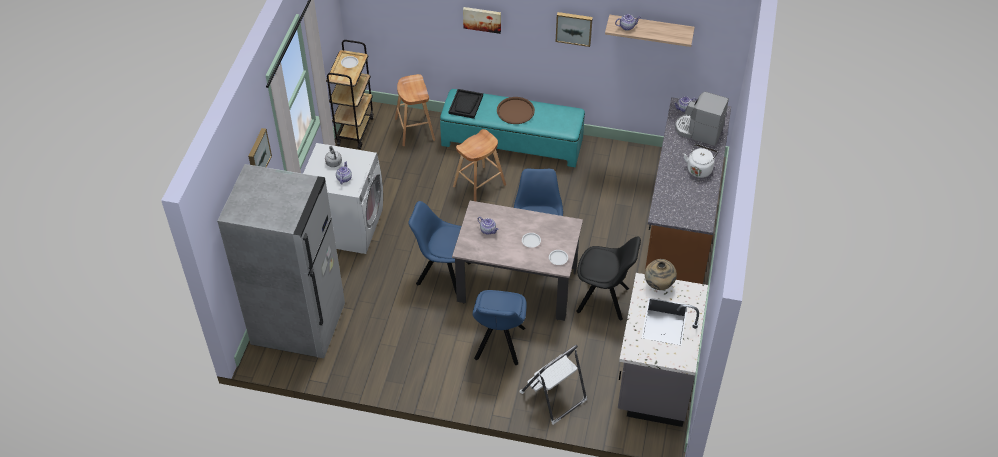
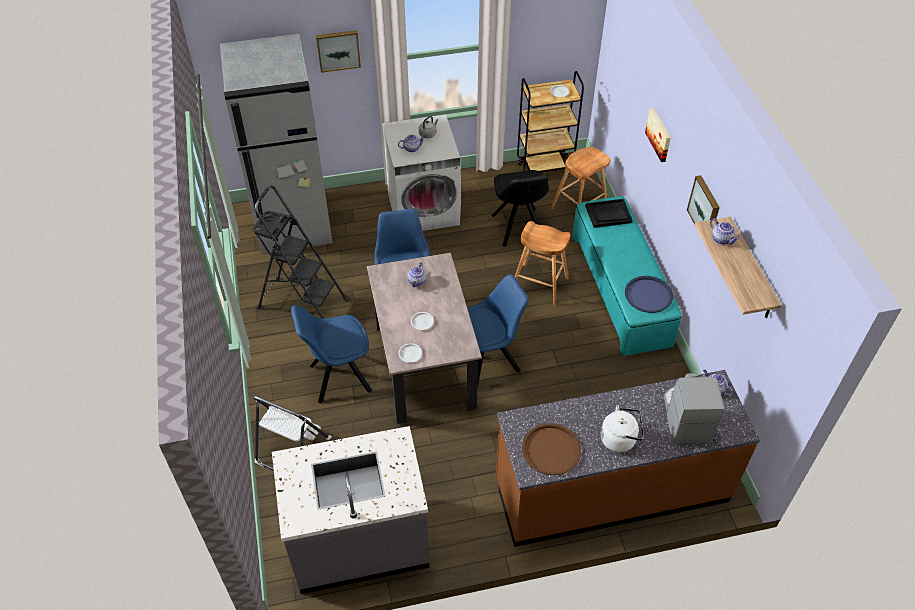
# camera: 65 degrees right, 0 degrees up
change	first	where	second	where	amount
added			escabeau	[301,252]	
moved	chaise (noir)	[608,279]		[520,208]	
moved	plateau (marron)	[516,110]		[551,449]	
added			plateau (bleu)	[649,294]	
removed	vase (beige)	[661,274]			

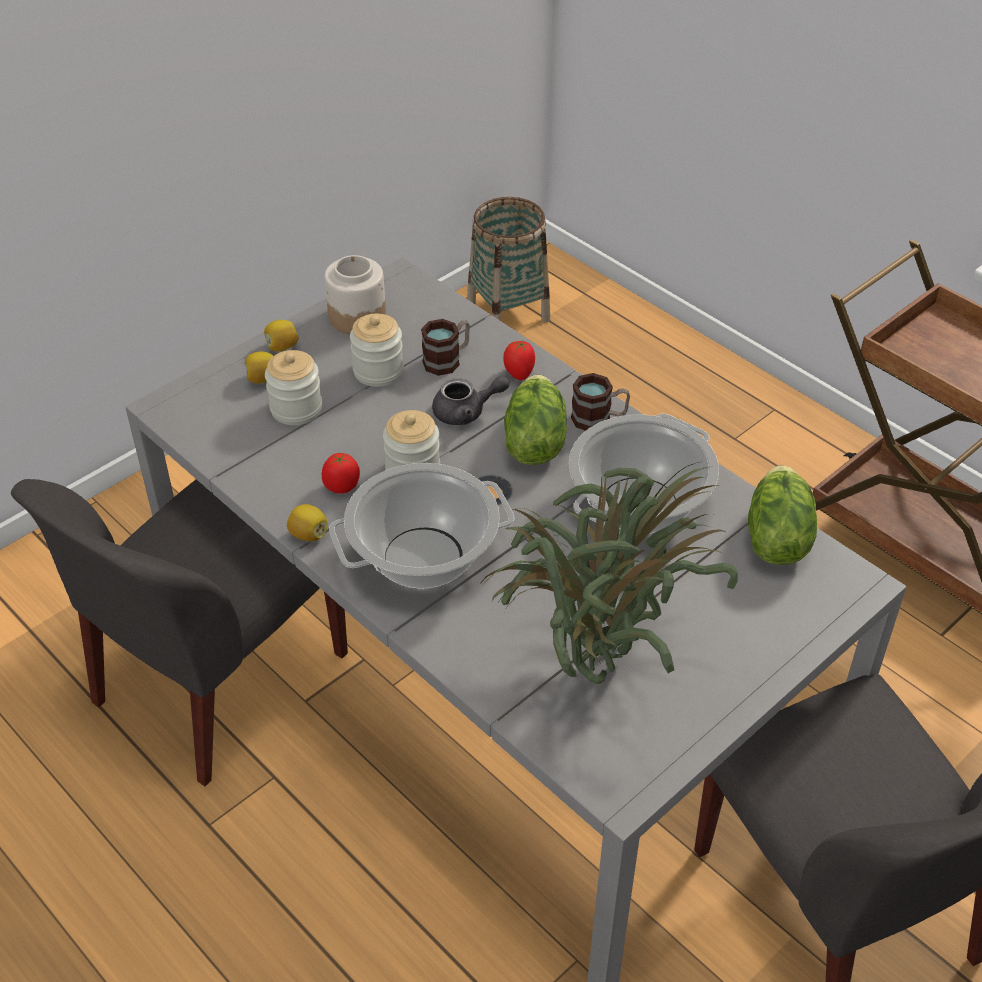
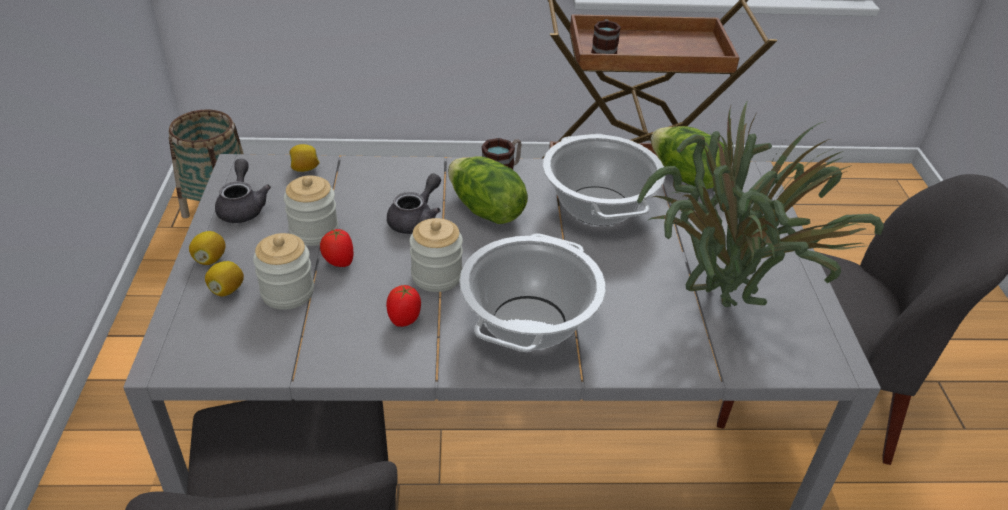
# camera: 50 degrees left, 5 degrees down
change	first	where	second	where	amount
replaced	bocal	[355,295]	théière (gris)	[243,191]	
moved	citron	[307,523]		[304,158]	
moved	tomate	[519,360]		[337,248]	
moved	mug	[445,347]		[606,36]	

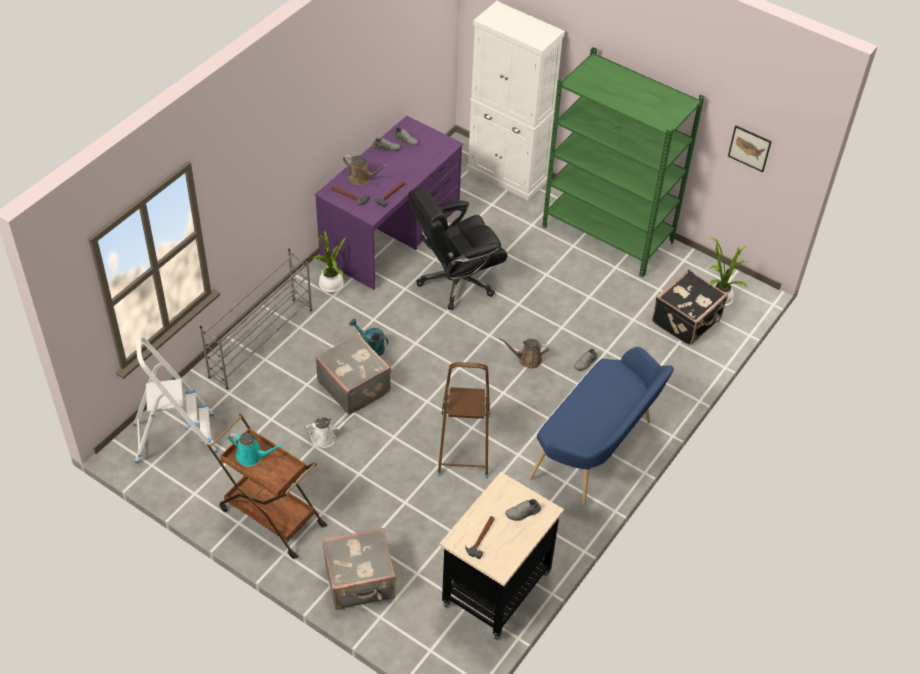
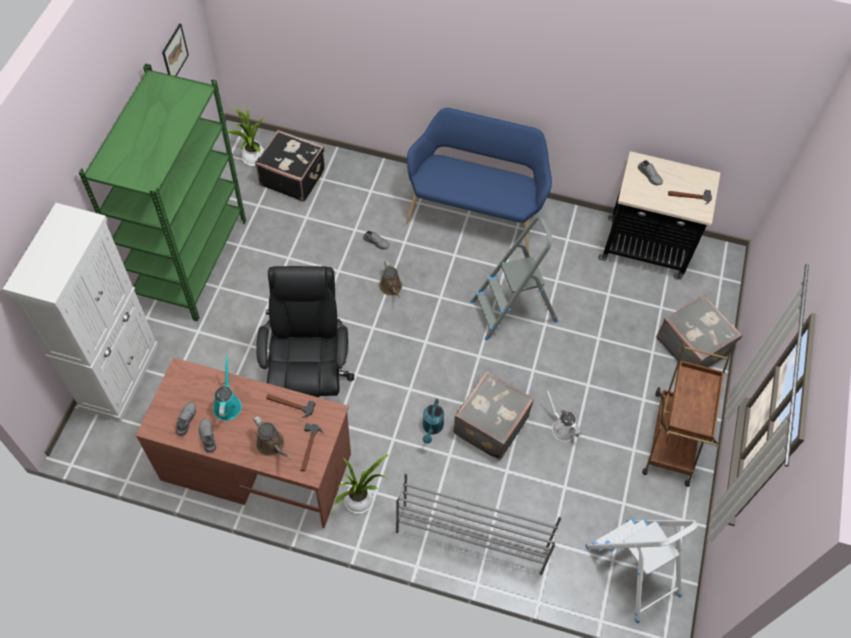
# camera: 110 degrees left, 10 degrees up
change	first	where	second	where	amount
recoloured	bureau (violet)	[389,203]	bureau (marron)	[243,443]	
moved	arrosoir (turquoise)	[255,449]		[227,388]	
turned	arrosoir (marron)	[365,170]		[272,438]	135 degrees clockwise
turned	chaise de bureau (noir)	[458,249]		[305,331]	135 degrees counterclockwise
recoloured	escabeau (marron)	[464,420]	escabeau (gris)	[514,278]	

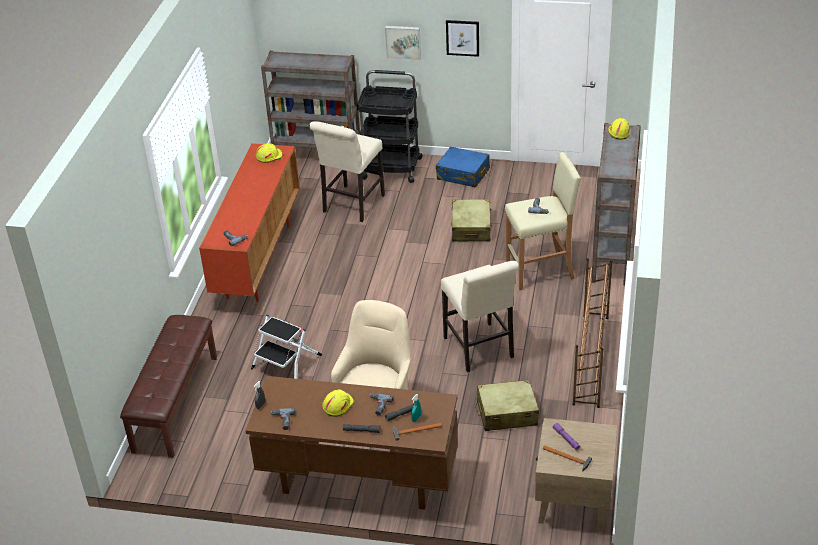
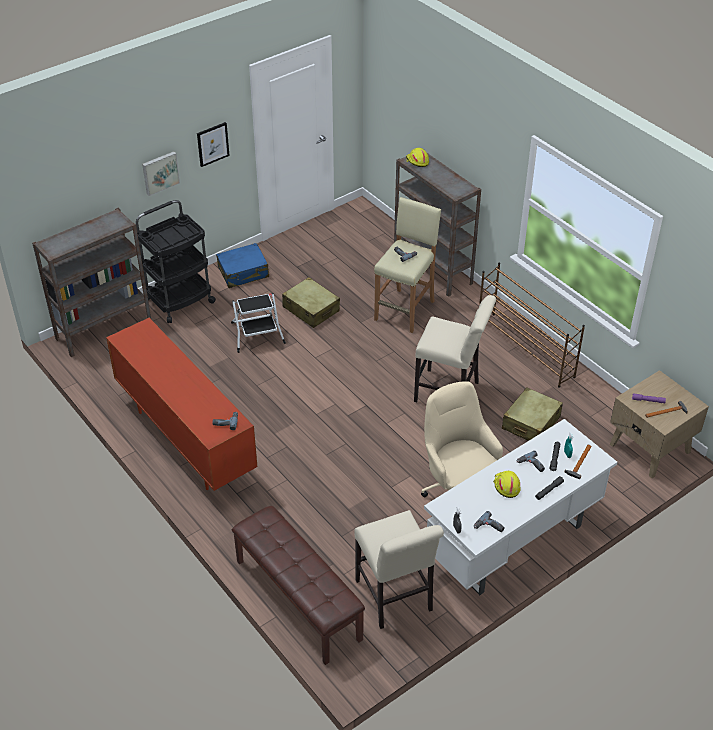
# camera: 50 degrees left, 5 degrees up
change	first	where	second	where	amount
moved	escabeau	[287,347]		[258,323]	
moved	tabouret (beige)	[347,171]		[399,569]	
recoloured	bureau (marron)	[351,443]	bureau (blanc)	[520,507]	
removed	casque de chantier (jaune)	[269,153]			

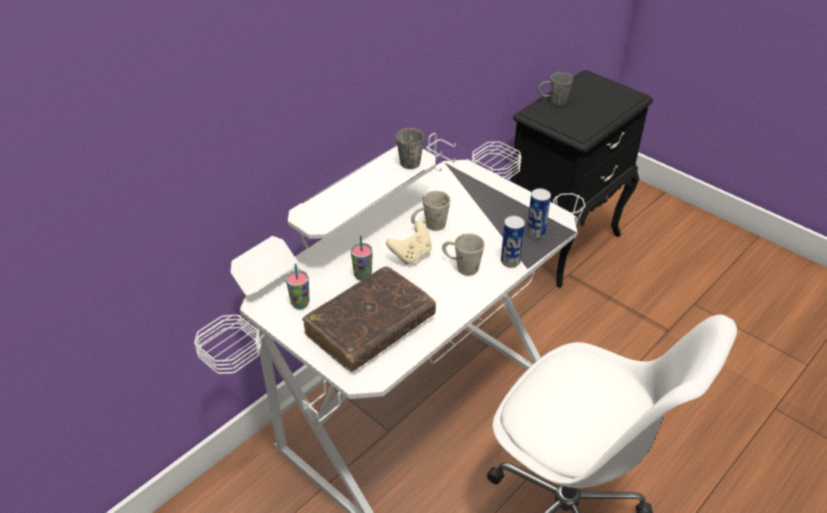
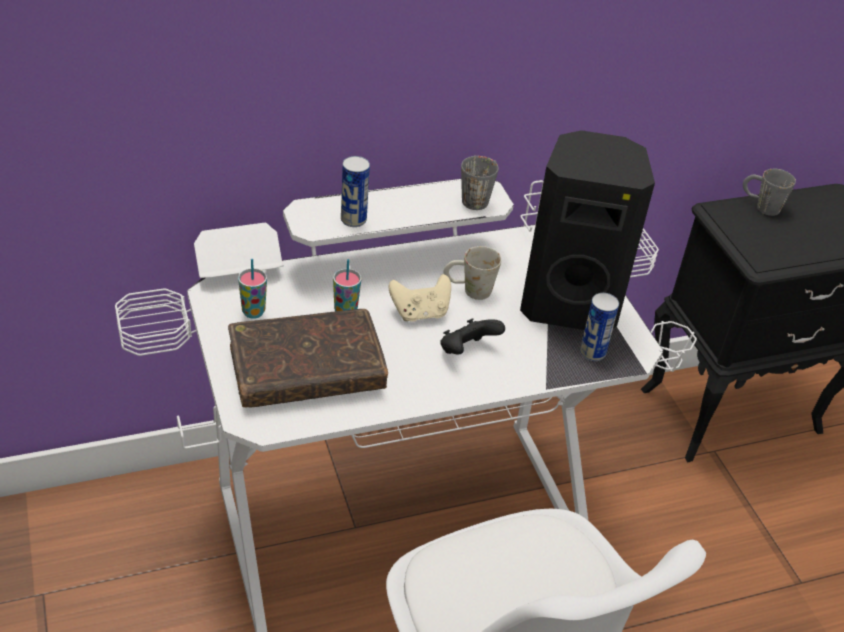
# camera: 25 degrees right, 0 degrees up
change	first	where	second	where	amount
moved	boîte métallique	[513,241]		[355,191]	
replaced	mug (blanc)	[463,254]	manette (noir)	[472,336]	
added			enceinte (noir)	[587,230]	

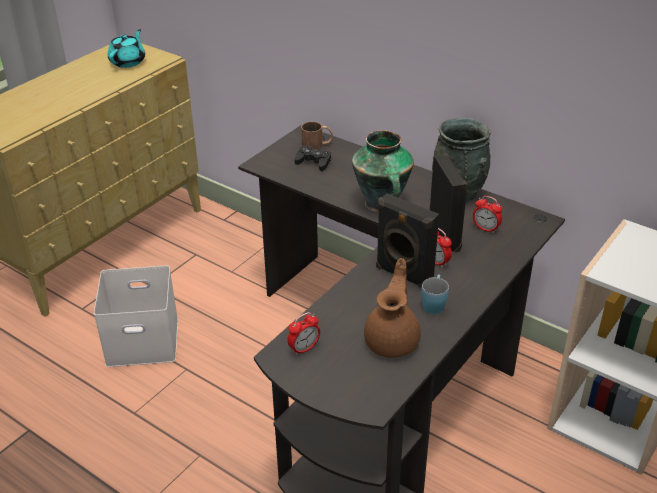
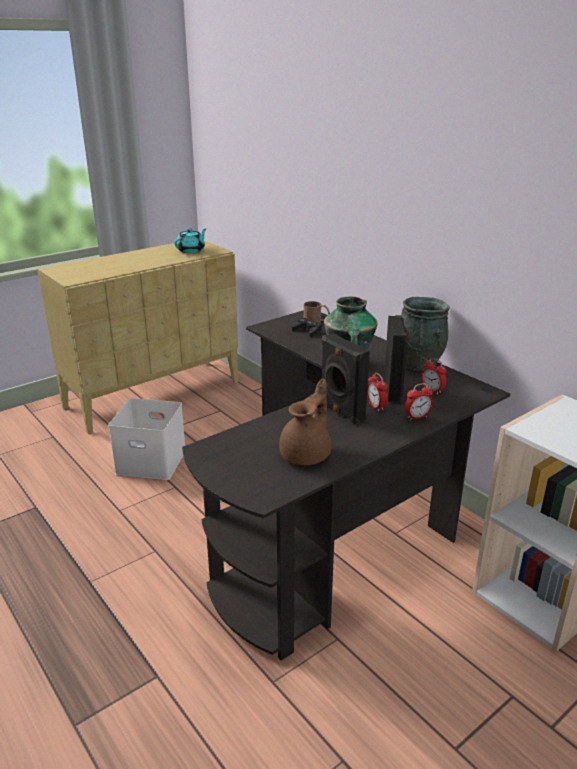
# camera: 15 degrees right, 10 degrees down
change	first	where	second	where	amount
moved	réveil	[303,334]		[419,402]	
removed	mug (bleu)	[435,294]			

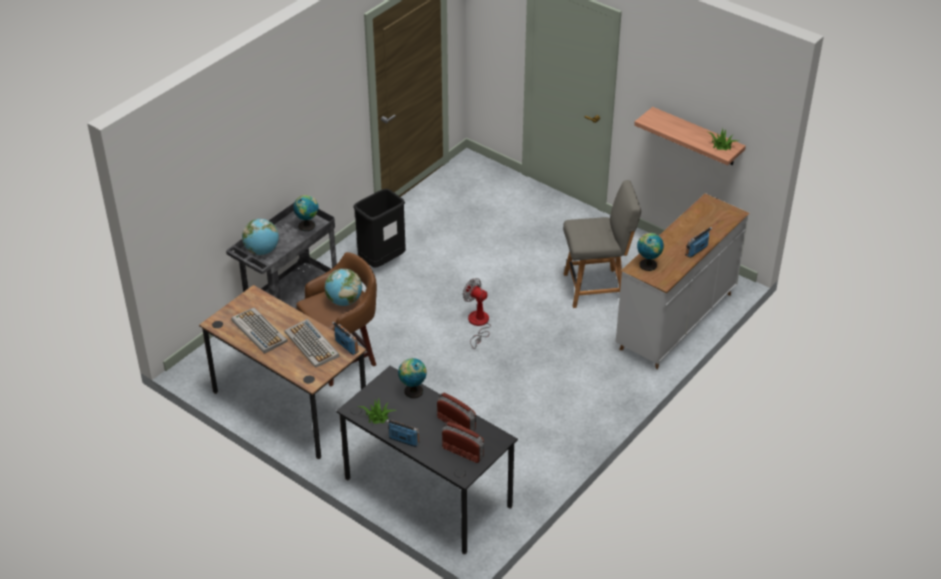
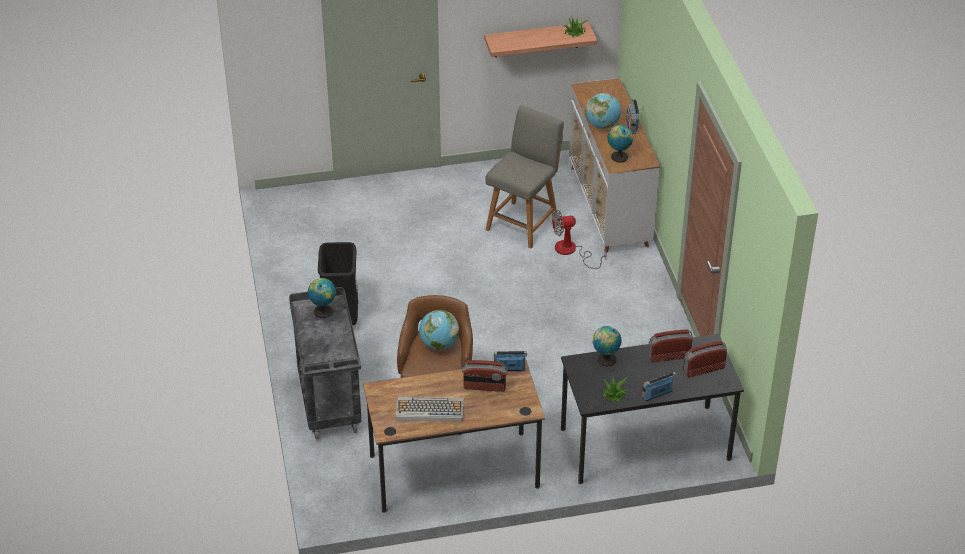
# camera: 50 degrees left, 0 degrees up
change	first	where	second	where	amount
replaced	clavier	[312,343]	radio	[485,376]	
moved	ventilateur	[477,313]		[579,239]	
moved	globe	[260,237]		[603,111]	

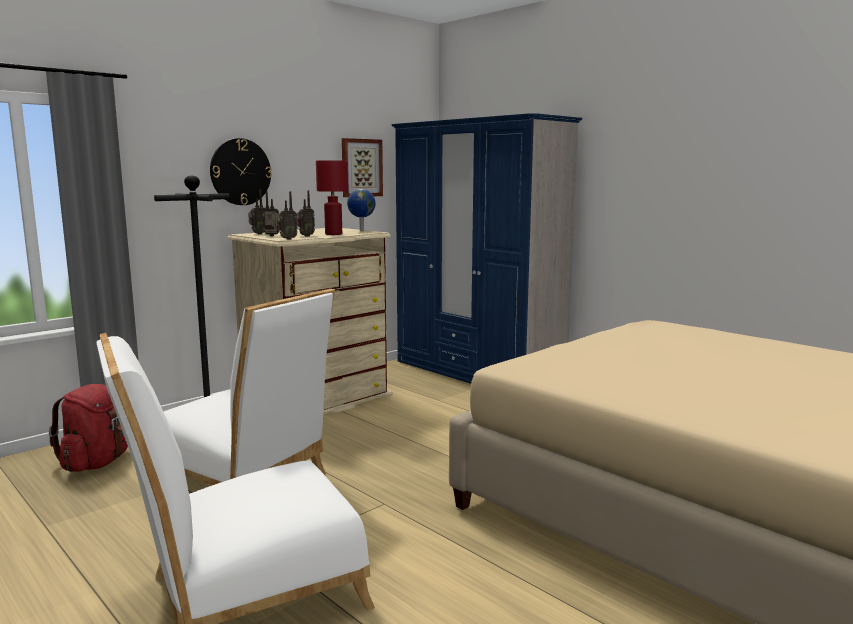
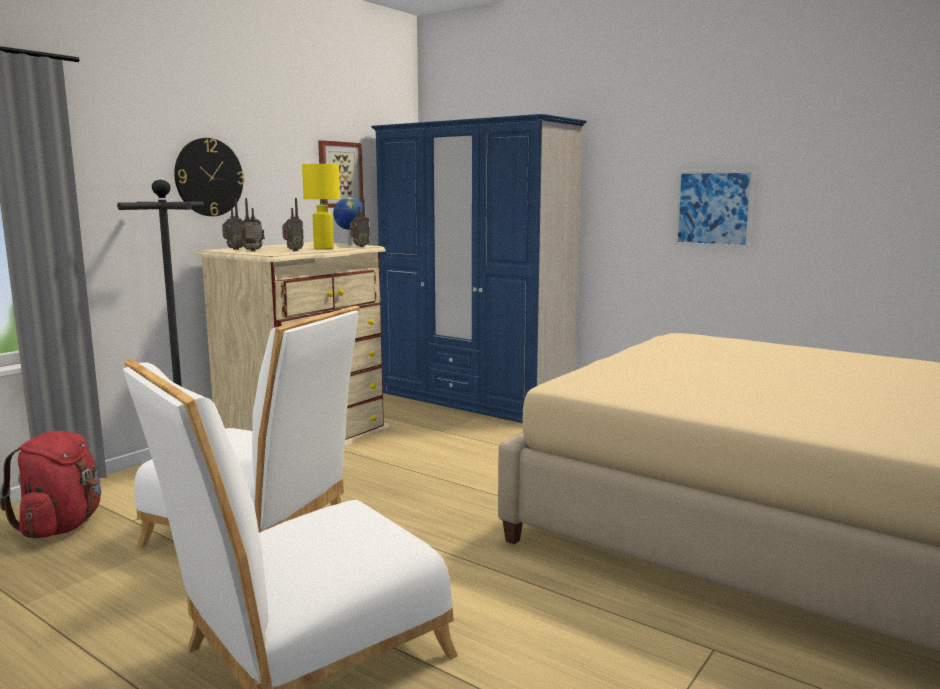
# camera: 10 degrees left, 0 degrees up
change	first	where	second	where	amount
recoloured	lampe de table (rouge)	[332,197]	lampe de table (jaune)	[321,206]	
moved	radio	[287,215]		[360,222]	
added			tableau	[714,209]	

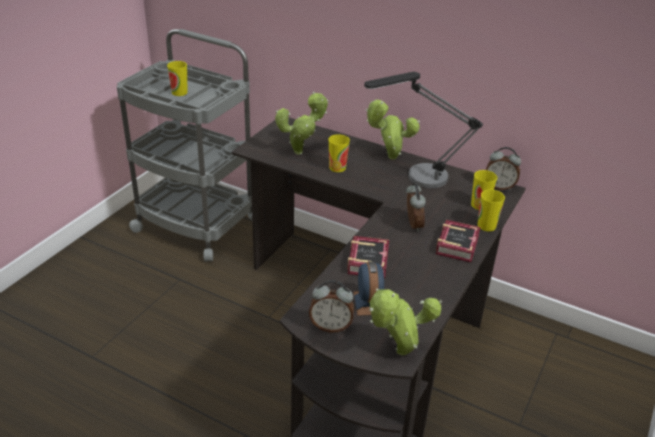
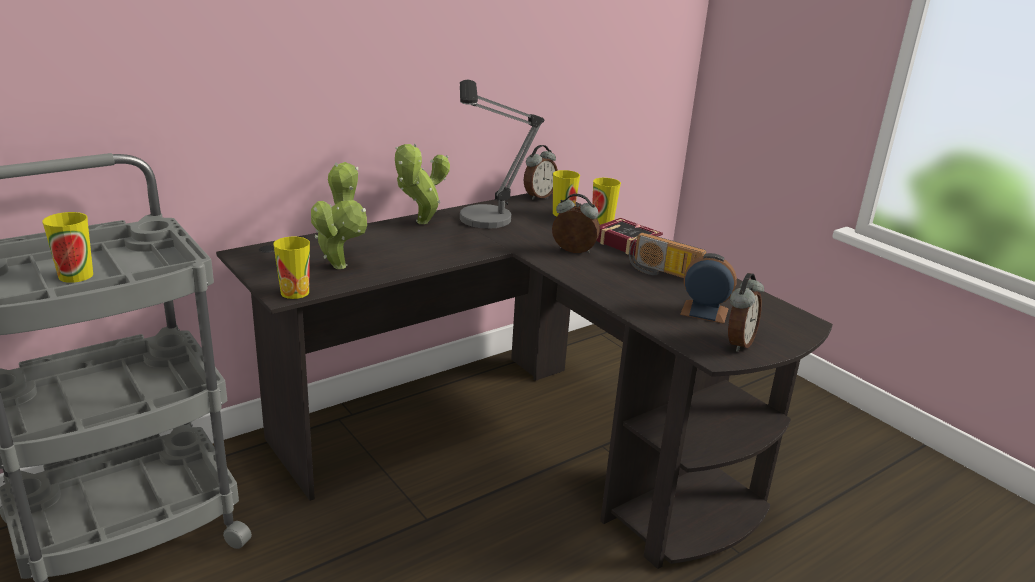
# camera: 65 degrees left, 10 degrees down
change	first	where	second	where	amount
moved	tasse	[339,153]		[291,267]	
added			radio	[667,255]	
removed	livre	[368,257]			
removed	plante en pot	[405,322]			

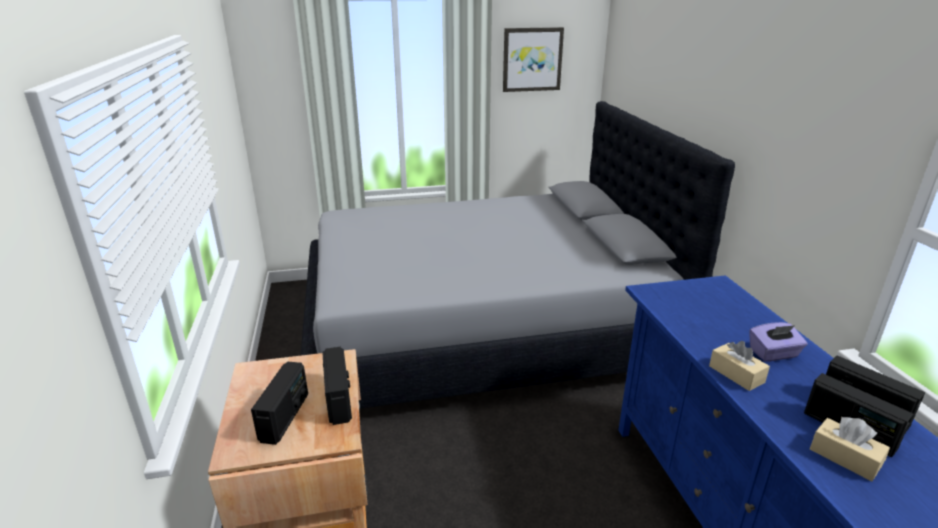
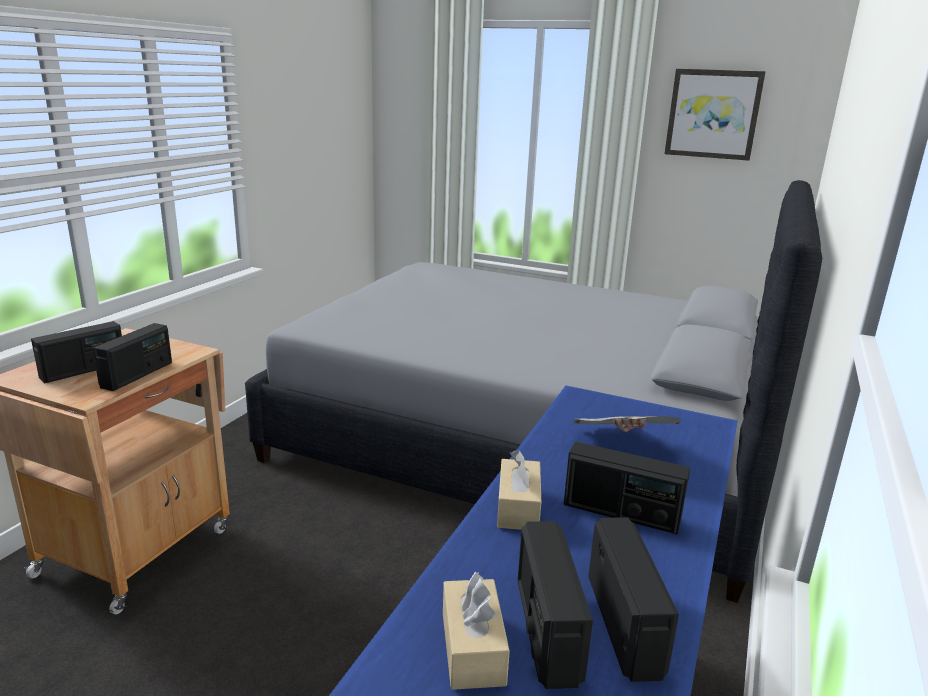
# camera: 35 degrees right, 5 degrees down
change	first	where	second	where	amount
replaced	boîte à mouchoirs (violet)	[778,342]	radio	[627,488]	
added			journal	[627,424]	

